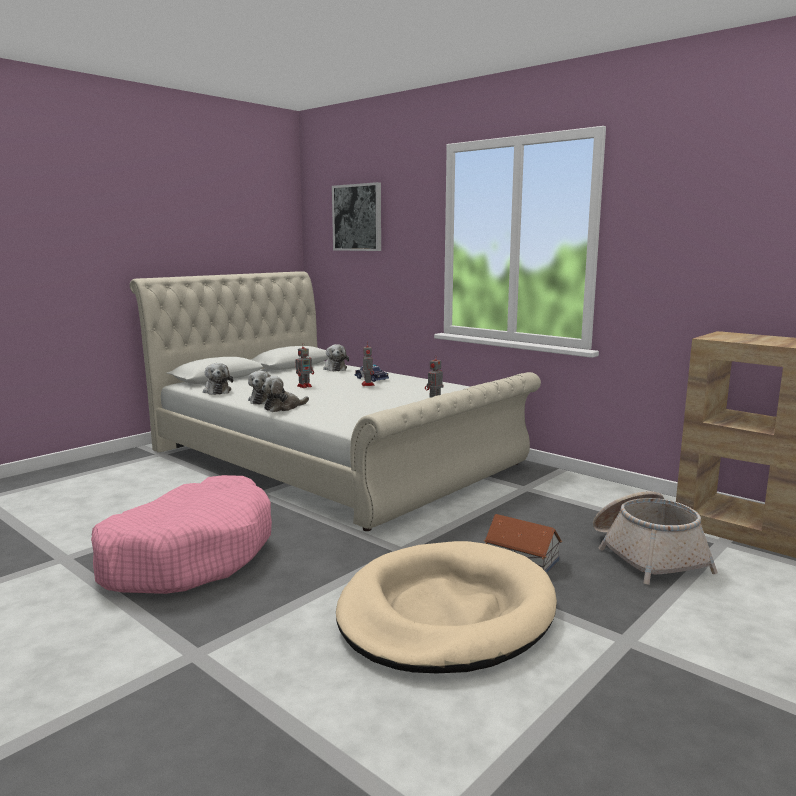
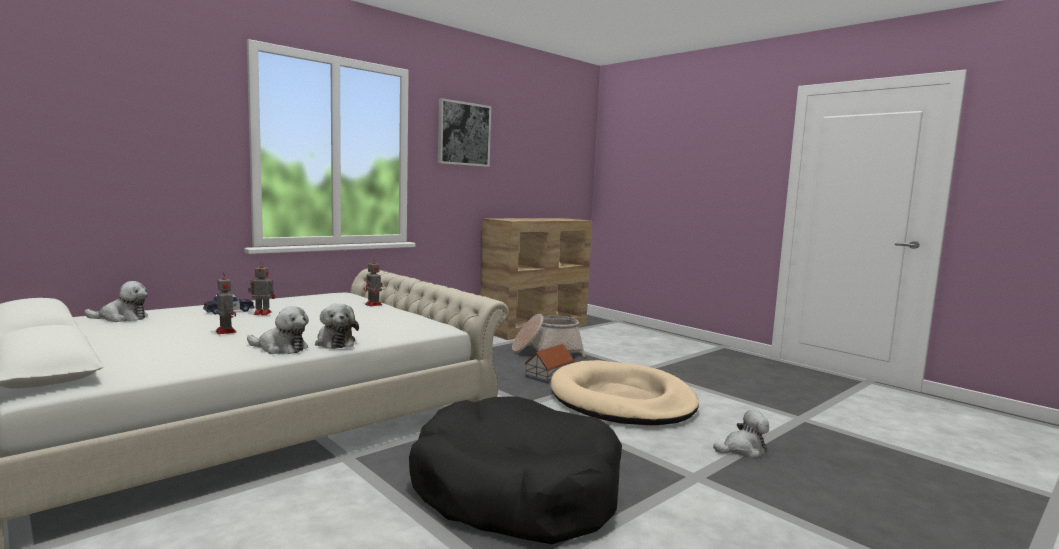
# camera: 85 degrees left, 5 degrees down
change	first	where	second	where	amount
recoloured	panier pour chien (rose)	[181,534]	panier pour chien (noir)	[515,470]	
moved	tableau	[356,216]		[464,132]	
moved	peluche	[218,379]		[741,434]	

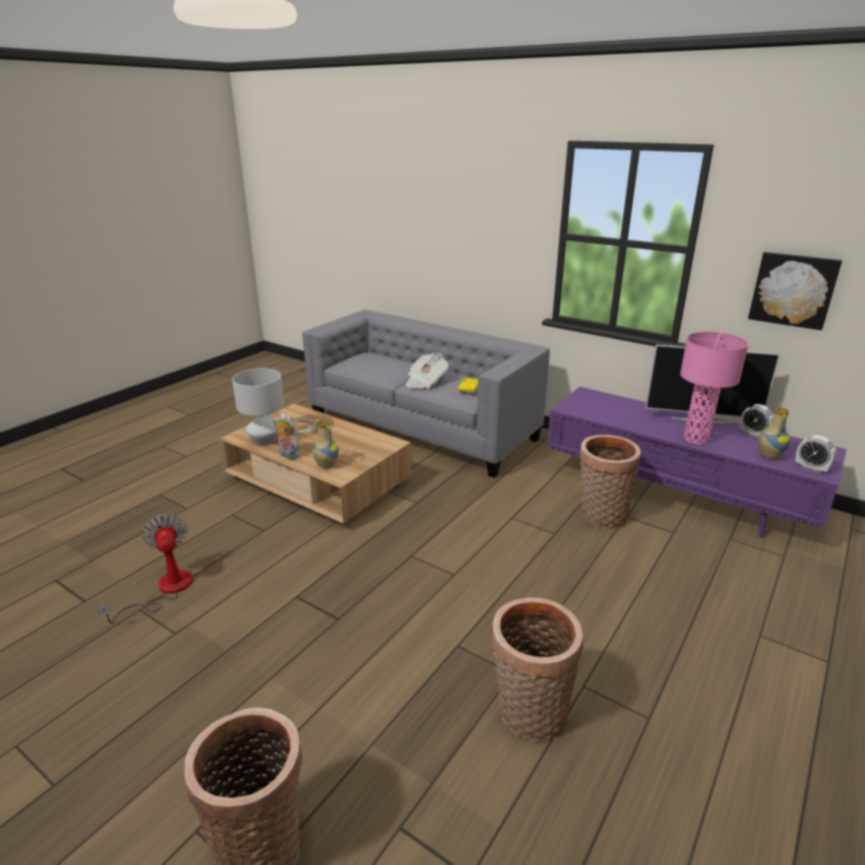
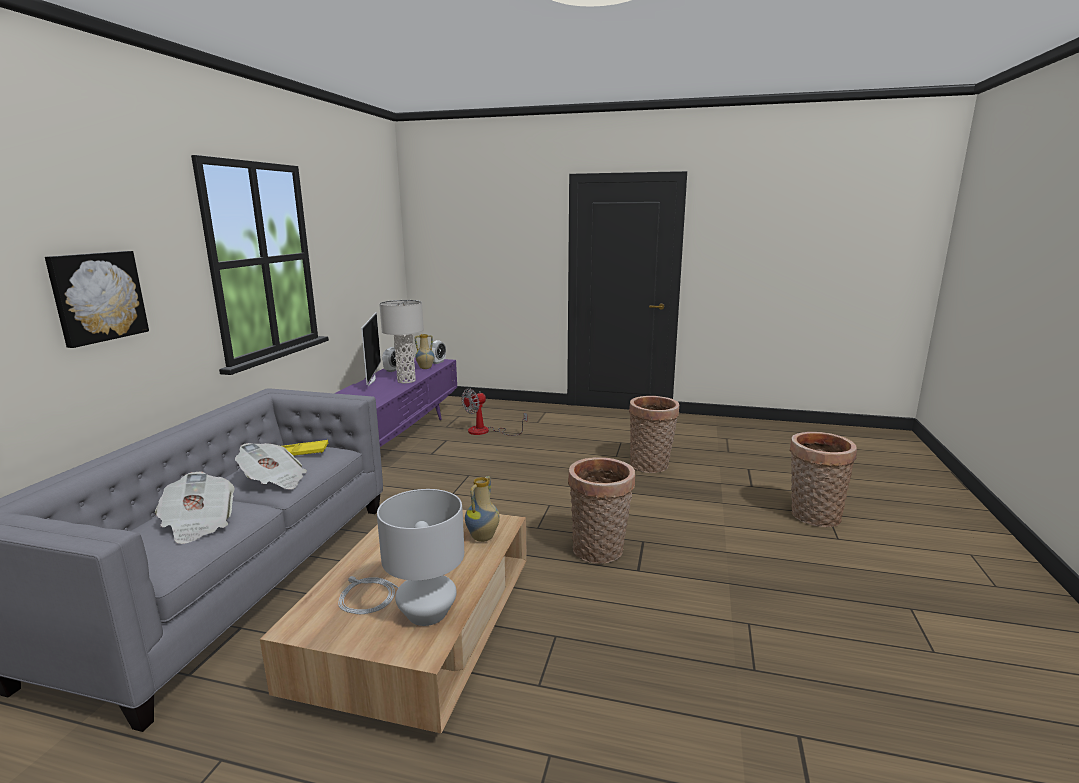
# camera: 110 degrees left, 10 degrees down
change	first	where	second	where	amount
moved	tableau	[795,291]		[97,299]	
added			journal	[195,508]	
recoloured	lampe de table (rose)	[714,388]	lampe de table (blanc)	[401,341]	
moved	ventilateur	[145,568]		[494,412]	
moved	panier	[610,482]		[601,510]	
removed	peluche	[287,436]			

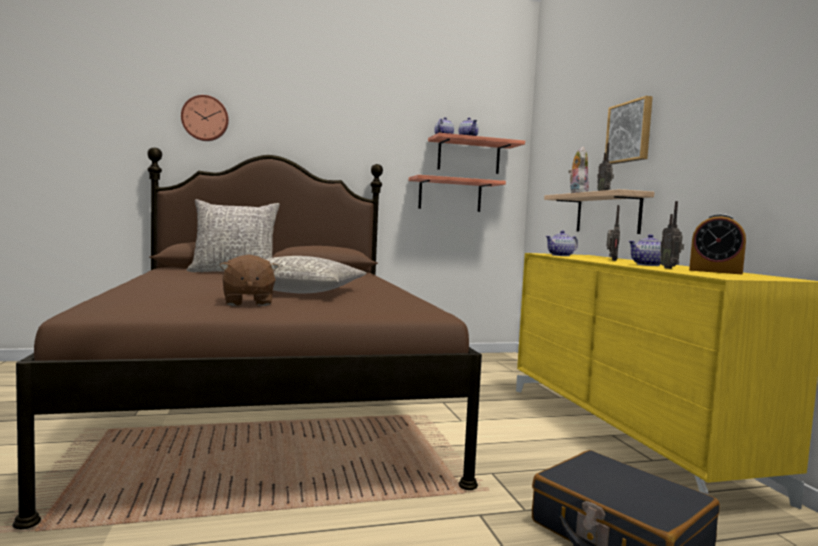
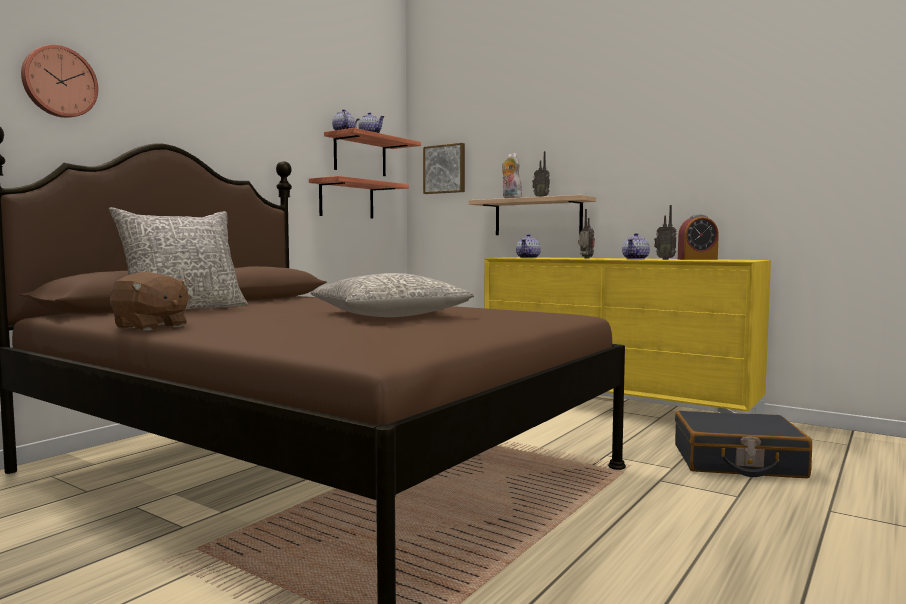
# camera: 40 degrees left, 0 degrees up
change	first	where	second	where	amount
moved	peluche (marron)	[249,280]		[150,301]	
moved	tableau	[629,130]		[444,168]	

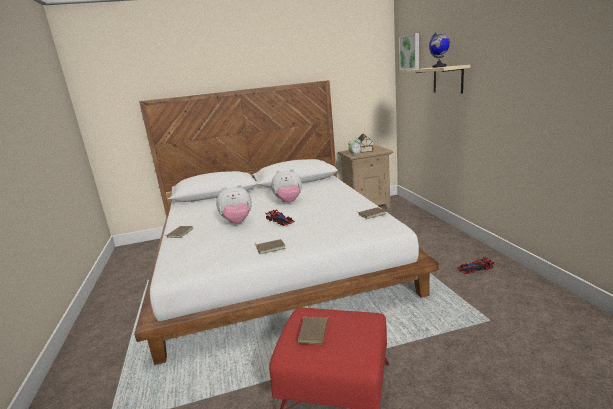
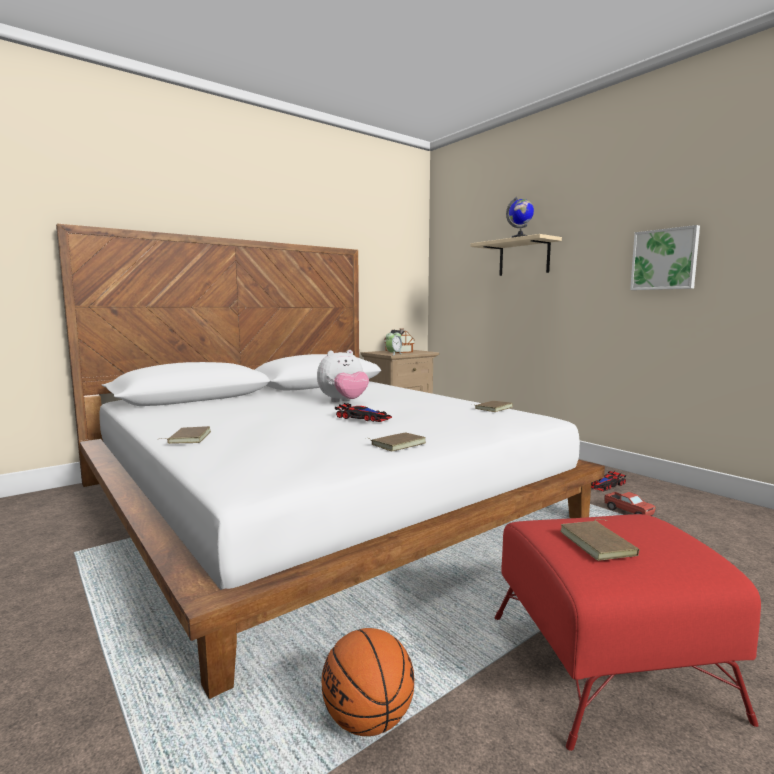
# camera: 25 degrees left, 10 degrees down
change	first	where	second	where	amount
added			ballon de basket	[368,682]	
added			camion jouet	[630,504]	
moved	tableau	[409,51]		[665,257]	
removed	peluche	[234,204]			

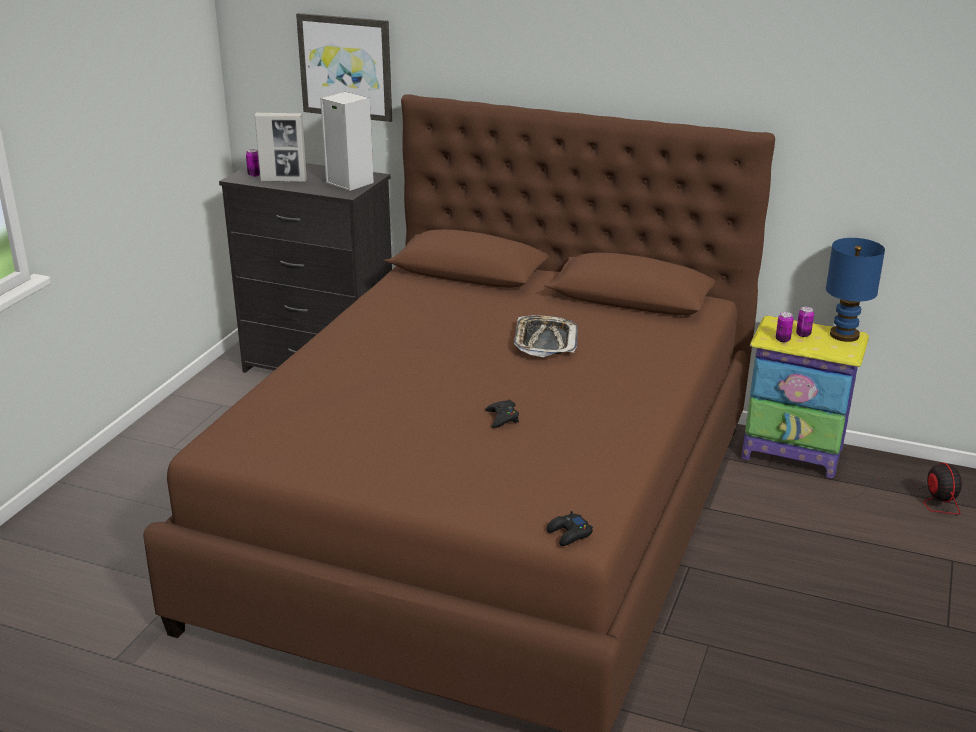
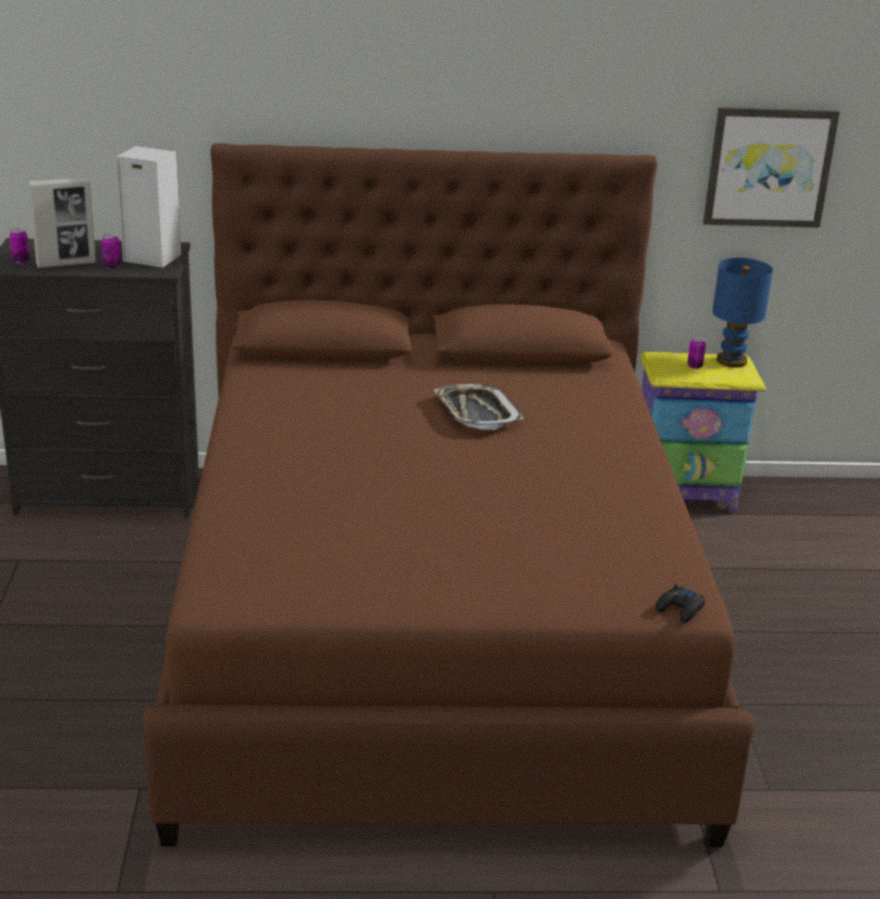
# camera: 25 degrees left, 0 degrees up
change	first	where	second	where	amount
moved	boîte métallique	[784,327]		[111,251]	
moved	tableau	[344,67]		[771,167]	
removed	manette (noir)	[502,414]			
removed	ventilateur	[902,488]			

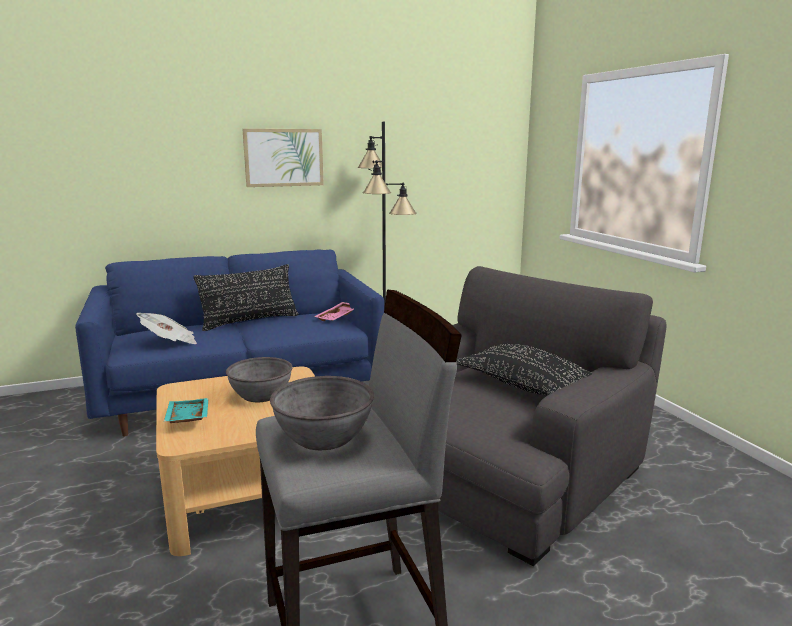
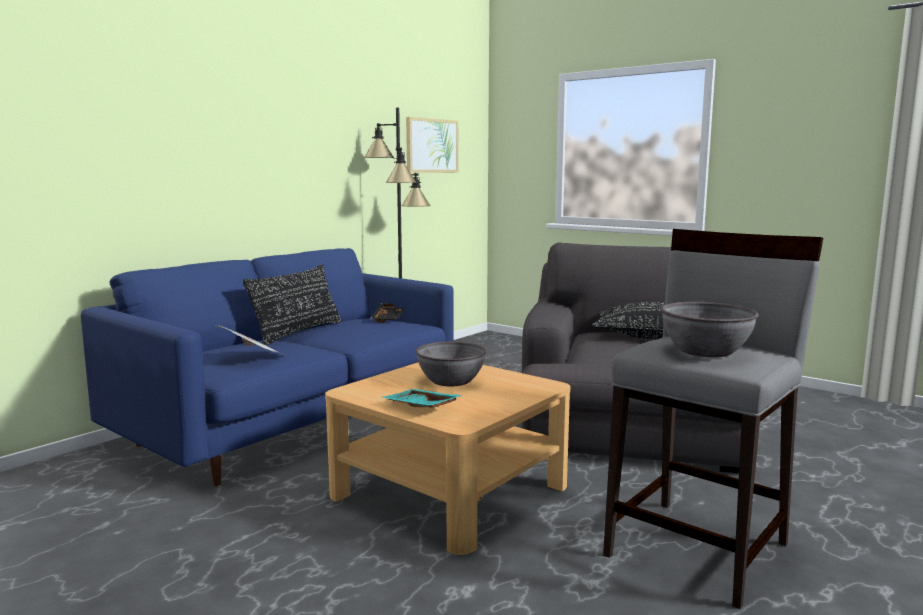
# camera: 30 degrees left, 5 degrees down
change	first	where	second	where	amount
recoloured	plateau (rose)	[334,311]	plateau (noir)	[387,312]	
moved	tableau	[283,158]		[432,145]	

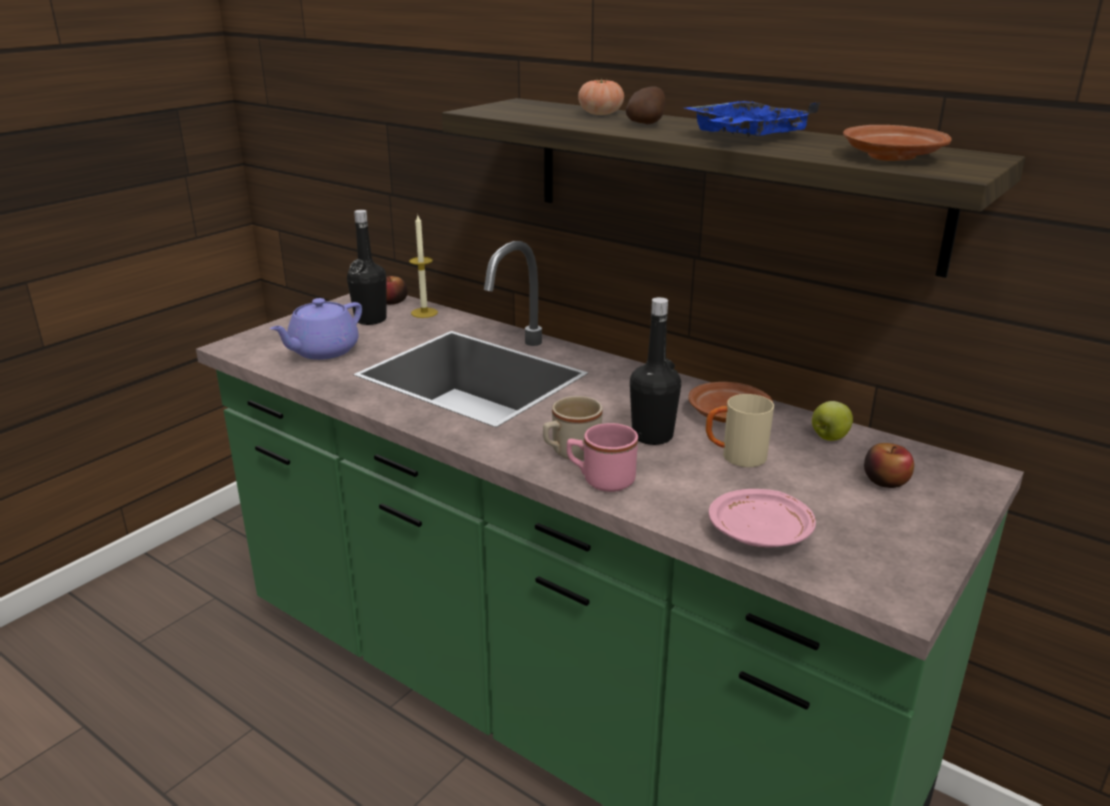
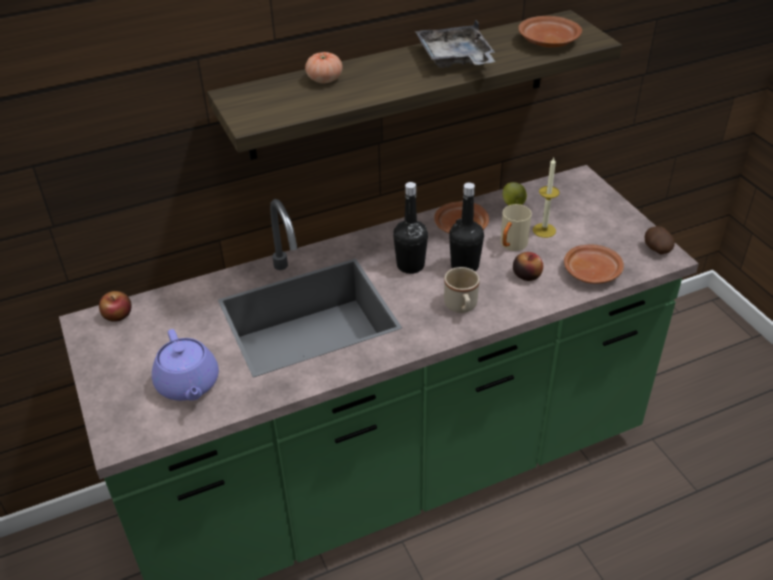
# camera: 60 degrees left, 15 degrees up
change	first	where	second	where	amount
moved	bouteille (noir)	[366,267]		[410,228]	
recoloured	plateau (bleu)	[752,119]	plateau (gris)	[455,43]	
moved	pomme	[889,465]		[528,266]	
moved	bougie	[423,266]		[546,198]	
recoloured	assiette (rose)	[762,518]	assiette (marron)	[594,264]	
moved	pomme de terre	[645,105]		[660,240]	
removed	mug (rose)	[602,457]			

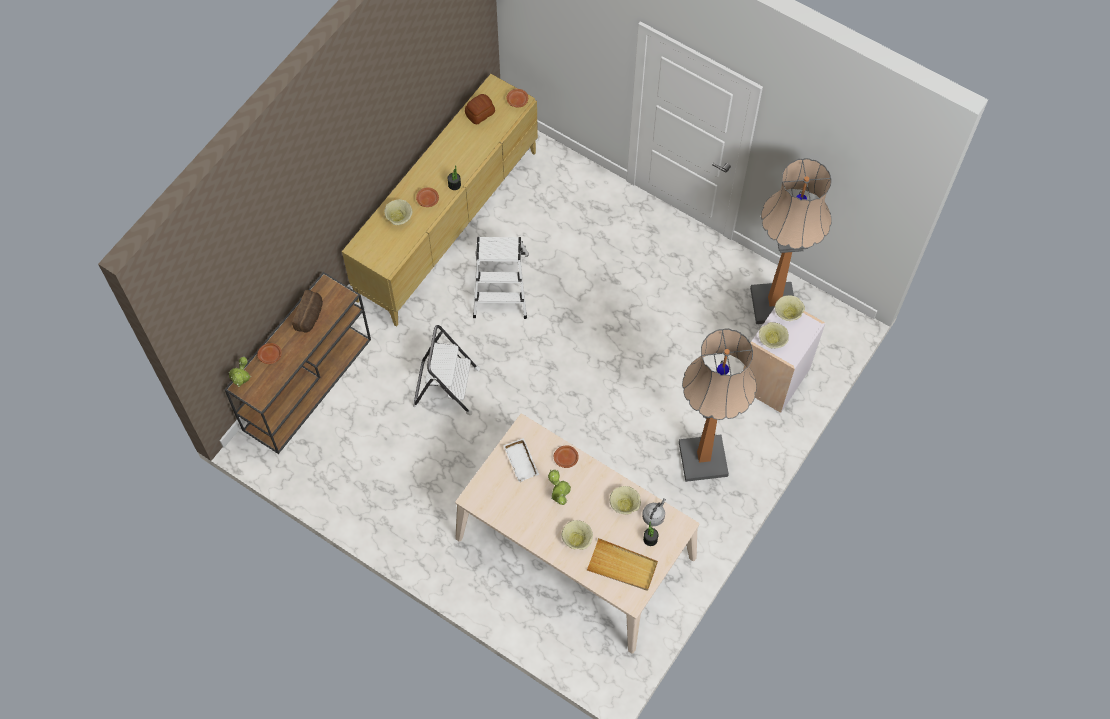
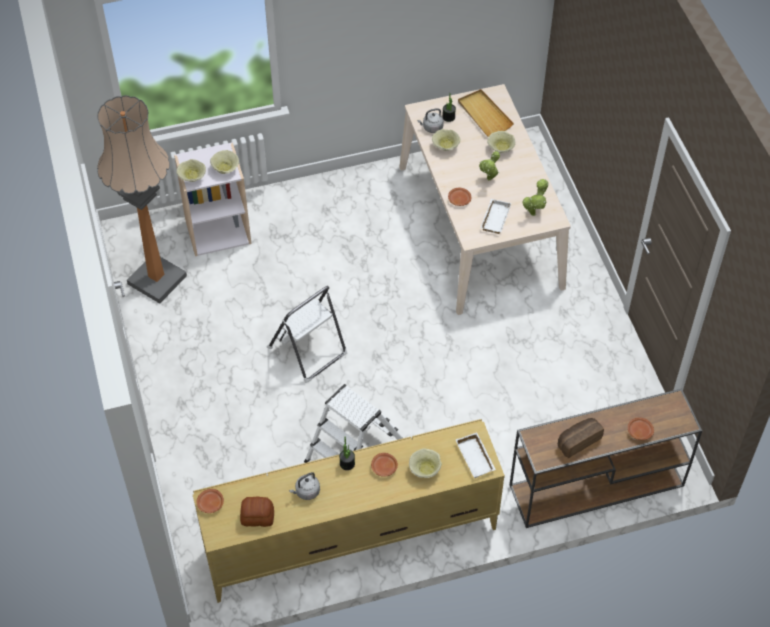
# camera: 140 degrees left, 10 degrees down
change	first	where	second	where	amount
moved	escabeau (blanc)	[446,370]		[306,334]	
added			bouilloire (gris)	[304,486]	
added			plateau (blanc)	[476,455]	
moved	plante en pot	[240,371]		[535,197]	
removed	lampadaire	[718,405]			

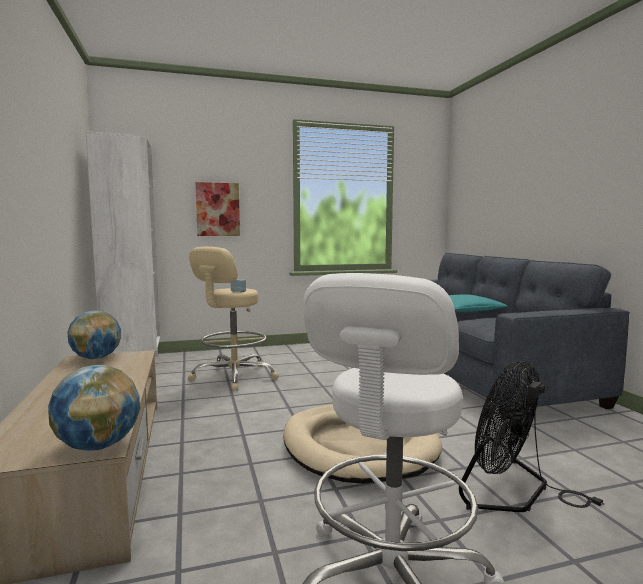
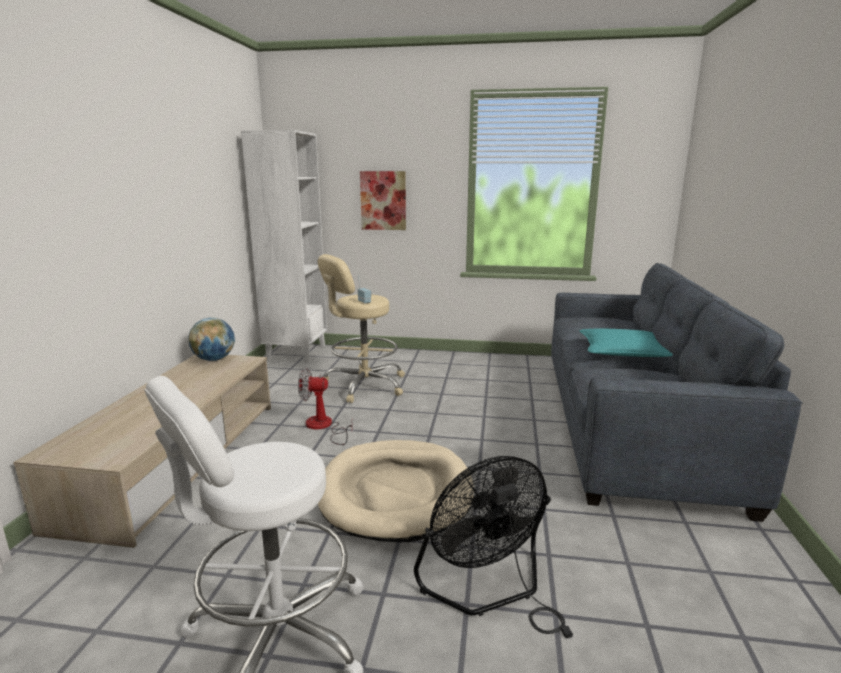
# camera: 25 degrees right, 10 degrees up
change	first	where	second	where	amount
added			ventilateur	[325,406]	
removed	globe	[94,408]			

